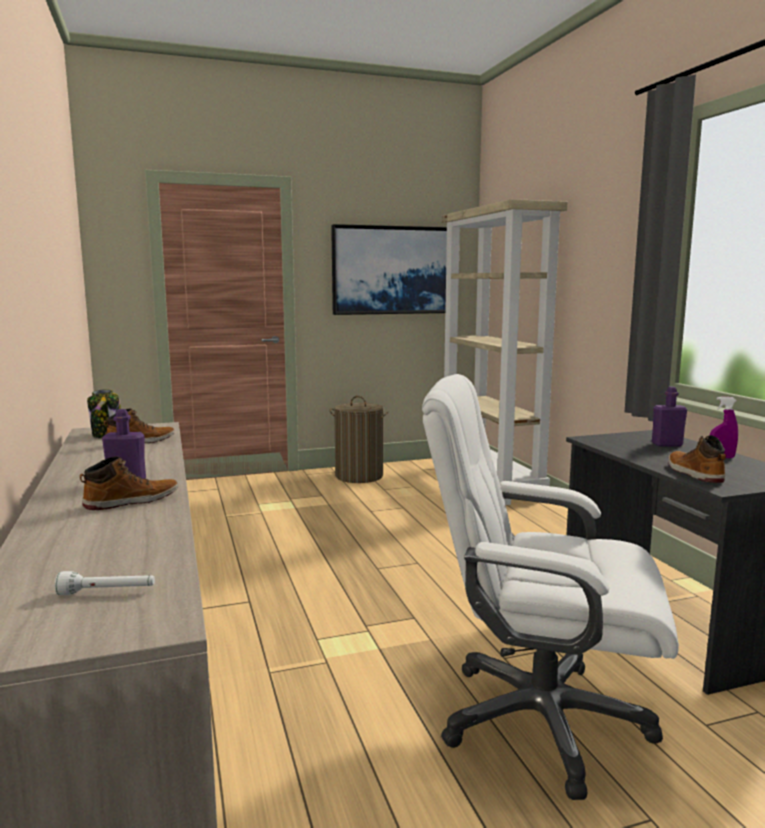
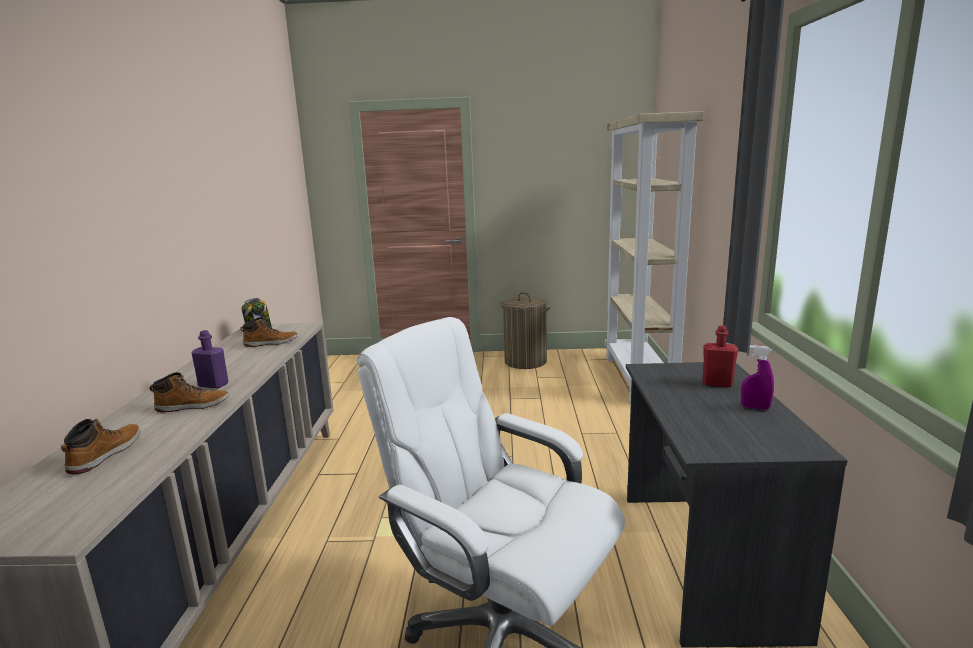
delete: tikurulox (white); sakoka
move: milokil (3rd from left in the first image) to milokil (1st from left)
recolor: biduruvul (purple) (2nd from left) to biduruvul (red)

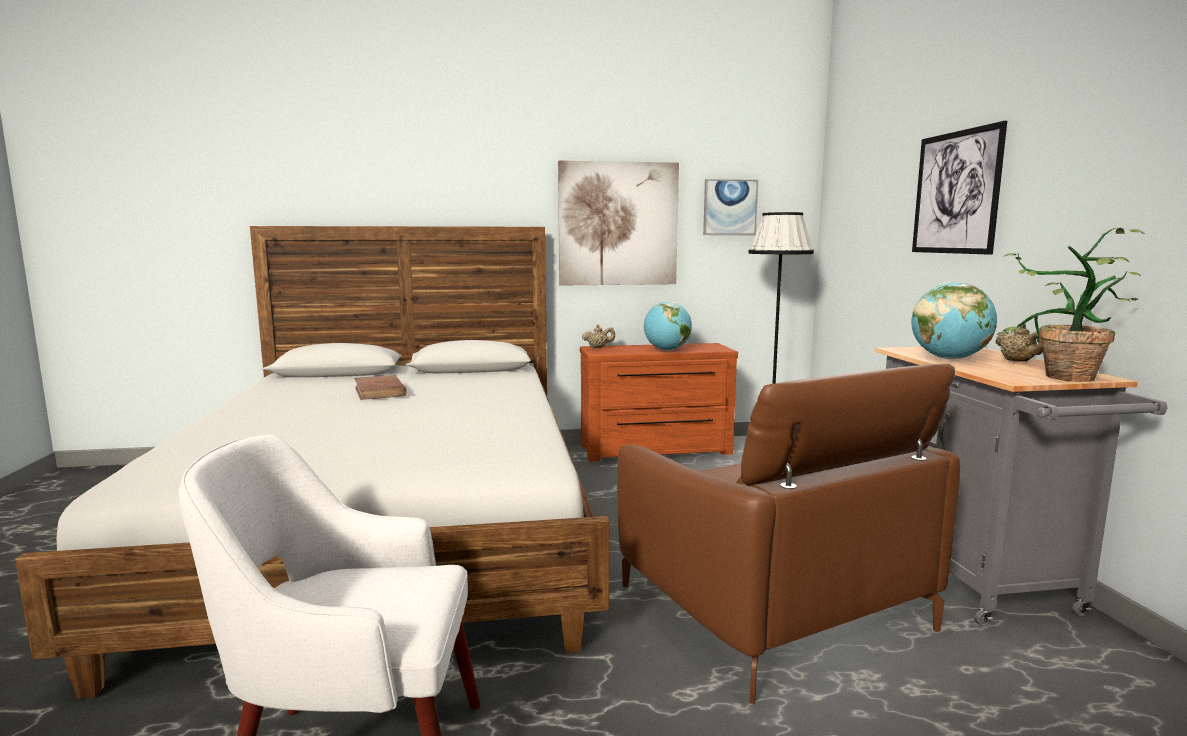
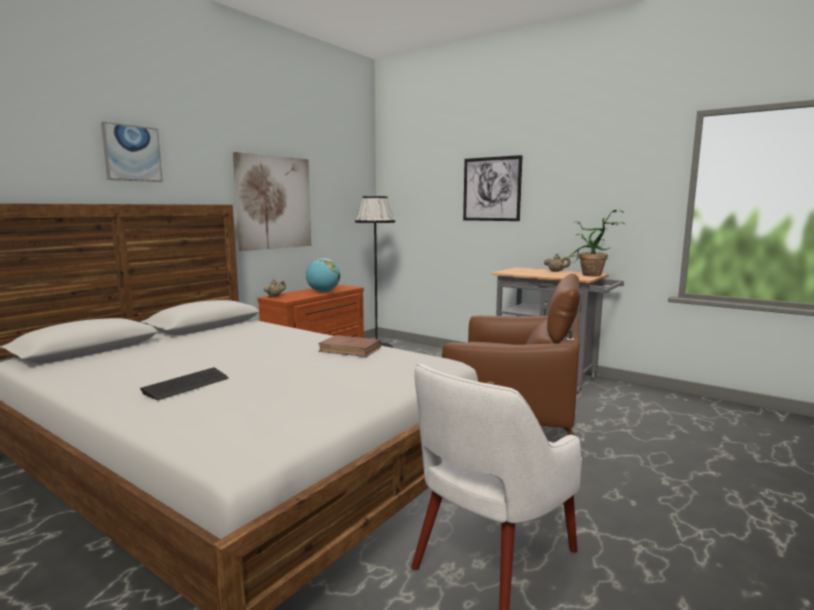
delete: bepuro (2nd from left)
insert: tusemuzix
move: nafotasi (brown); sakoka (2nd from left in the first image) to sakoka (1st from left)

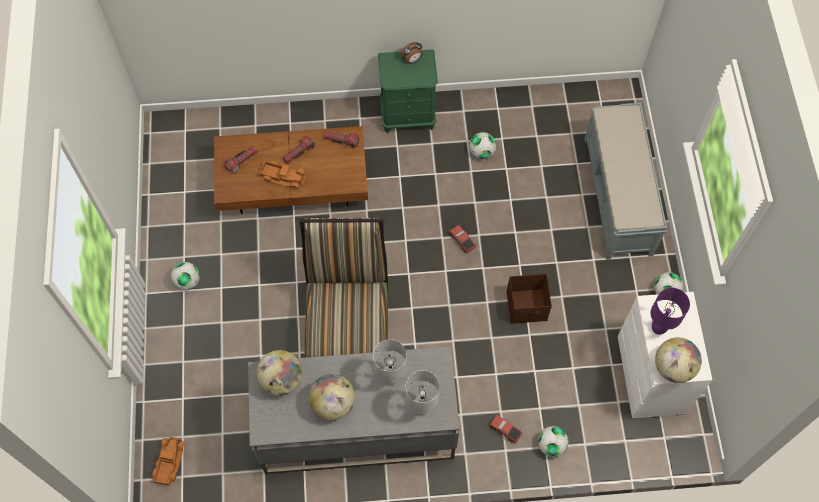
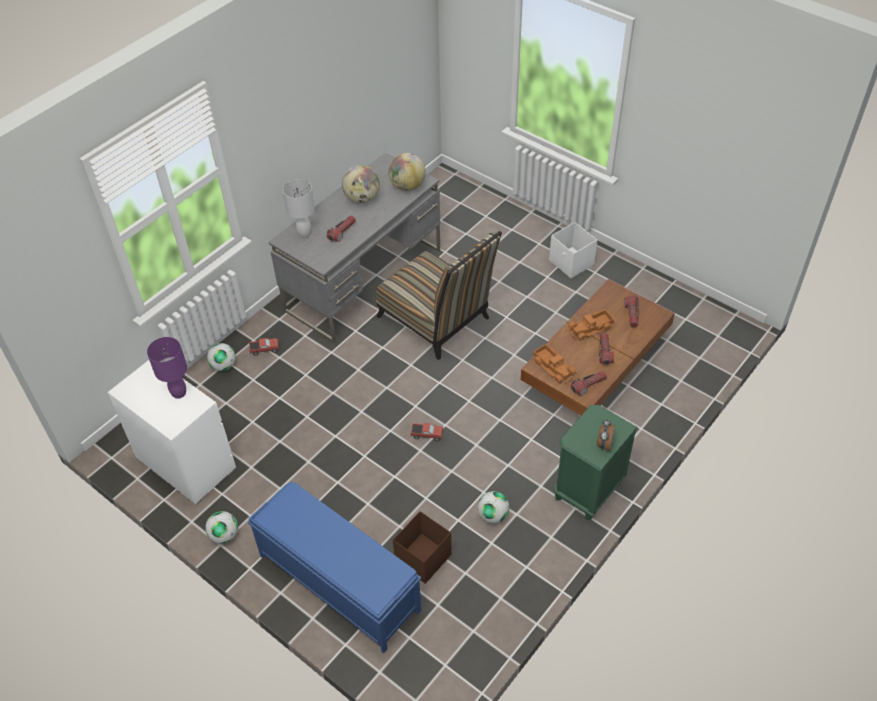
delete: bepuro (3rd from left)
move: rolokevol (1st from left in the first image) to rolokevol (3rd from left); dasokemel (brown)
replace: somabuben (1st from left) to dasokemel (white); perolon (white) (1st from left) to tikurulox (1st from left)
recolor: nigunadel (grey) to nigunadel (blue)

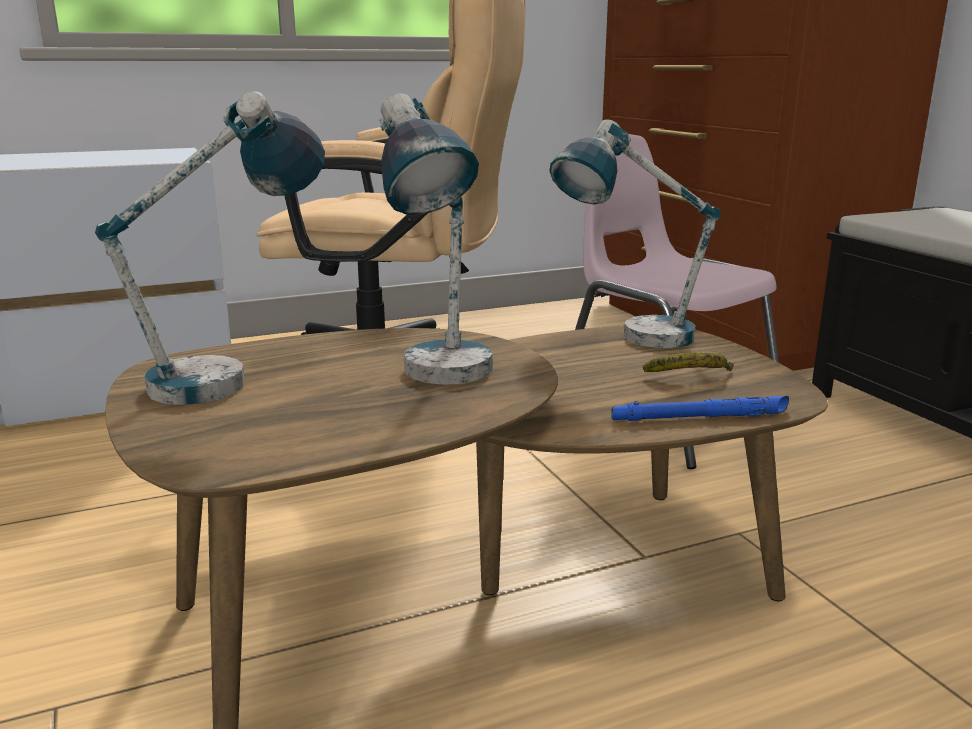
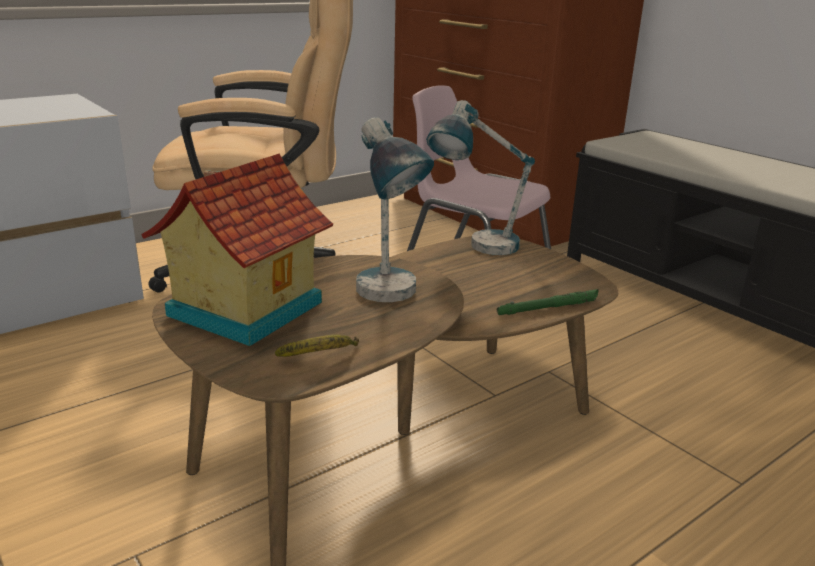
move: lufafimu
replace: perolon (1st from left) to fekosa
recolor: tikurulox (blue) to tikurulox (green)

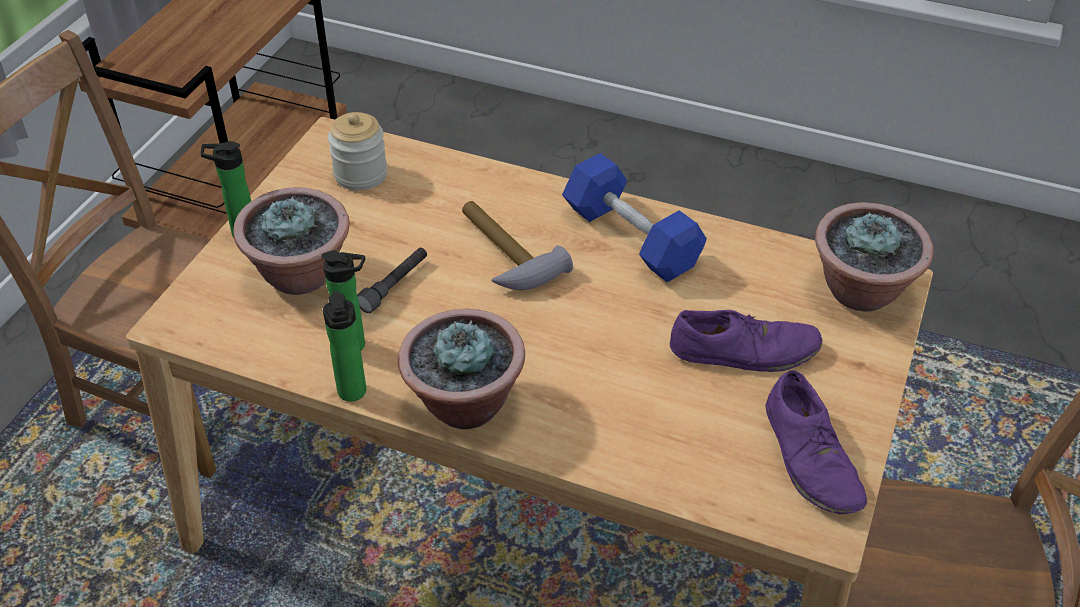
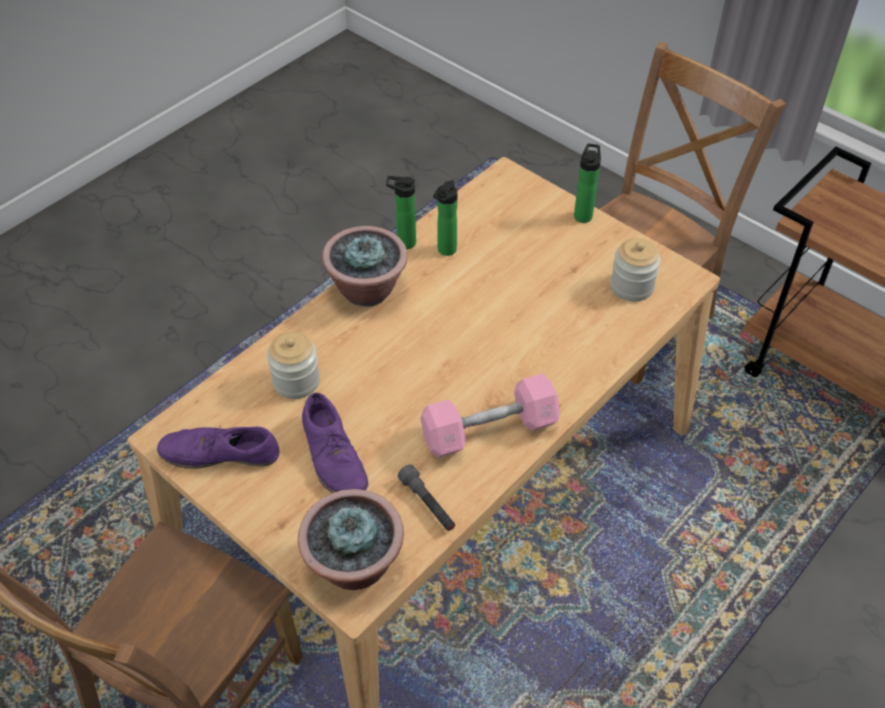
delete: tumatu (1st from left); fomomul
insert: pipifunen (1st from left)
move: tikurulox (grey)
recolor: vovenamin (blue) to vovenamin (pink)
rotate: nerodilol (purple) (1st from left in the first image) 45 degrees counterclockwise

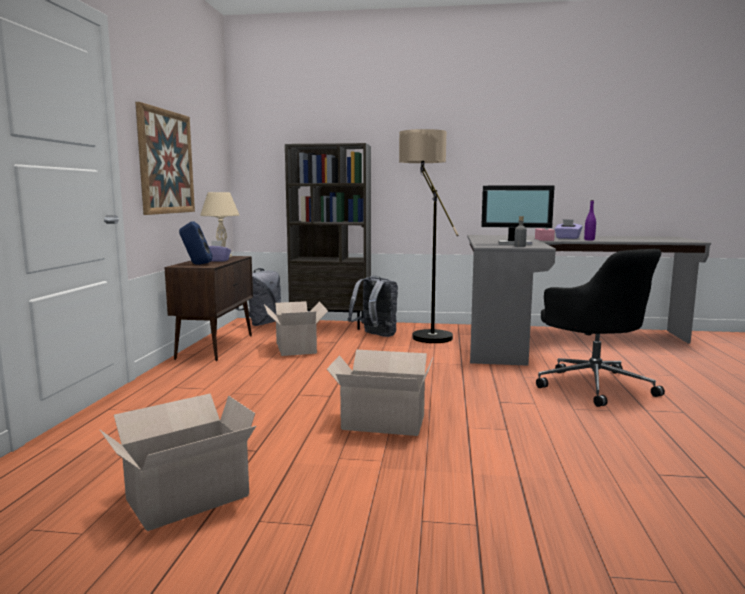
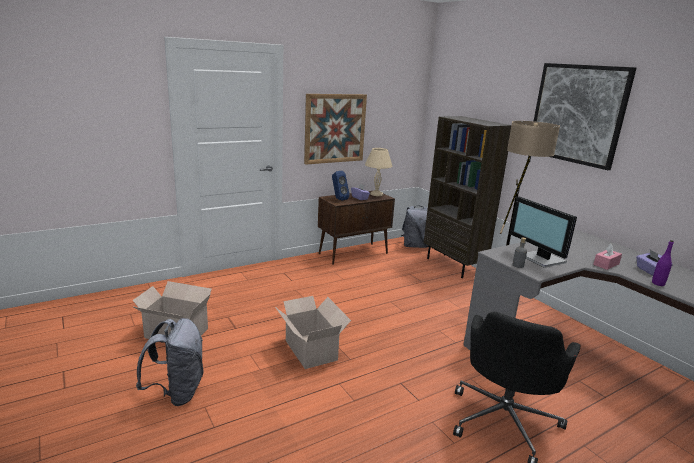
delete: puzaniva (2nd from left)
insert: sakoka (2nd from left)
move: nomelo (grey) (2nd from left in the first image) to nomelo (grey) (1st from left)

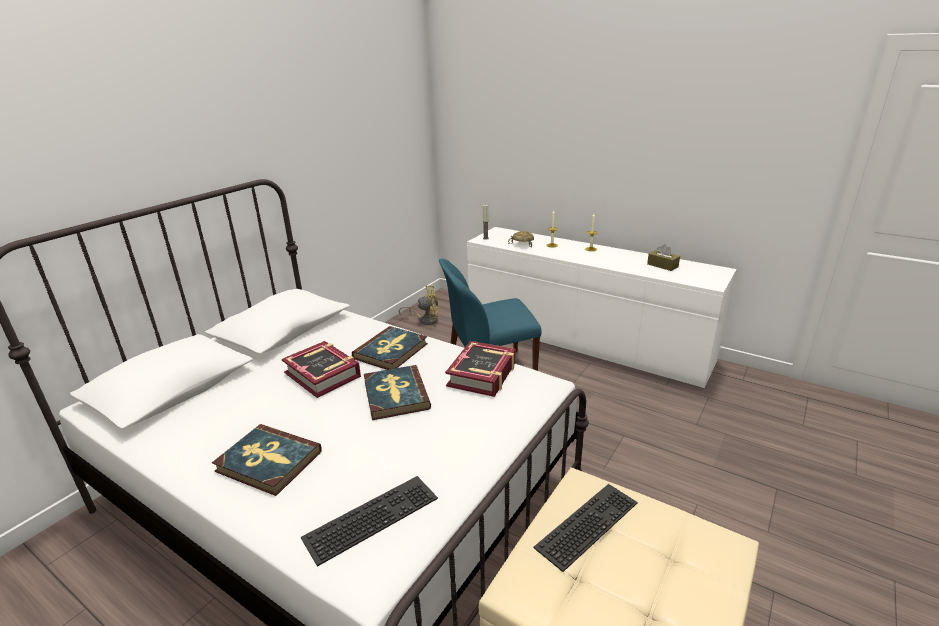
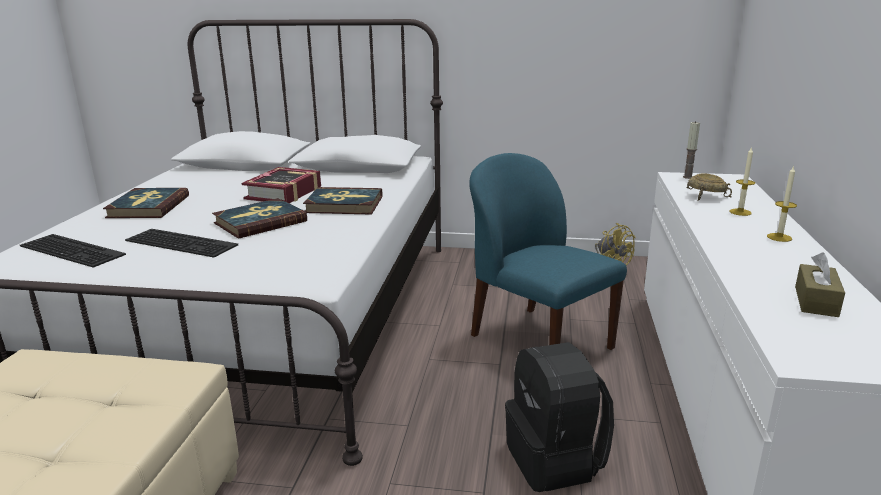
delete: nafotasi (5th from left)
insert: nomelo (black)
move: tusemuzix (2nd from left)

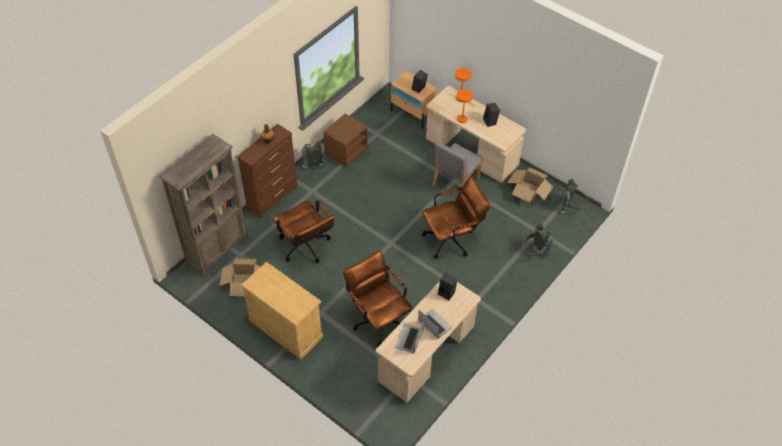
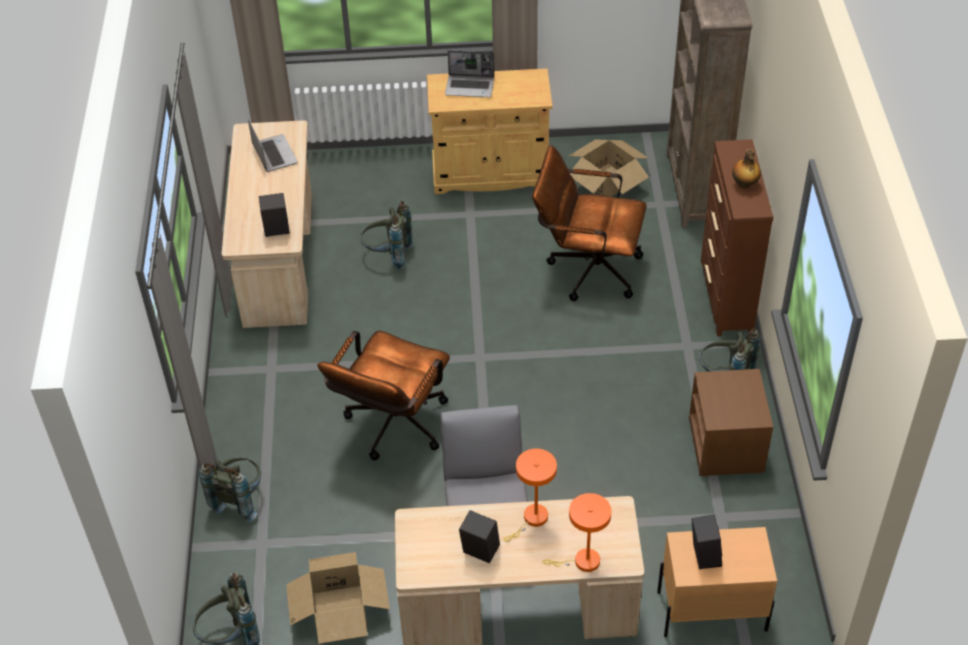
move: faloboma (2nd from left)
replace: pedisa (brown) (2nd from left) to nomelo (grey) (3rd from left)

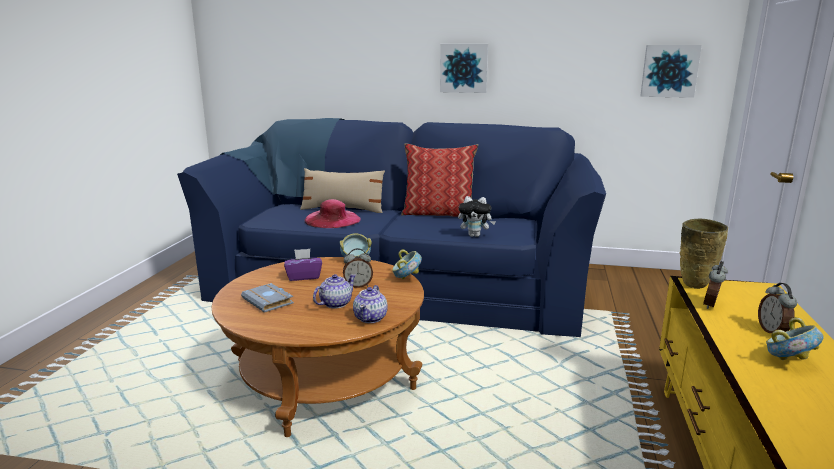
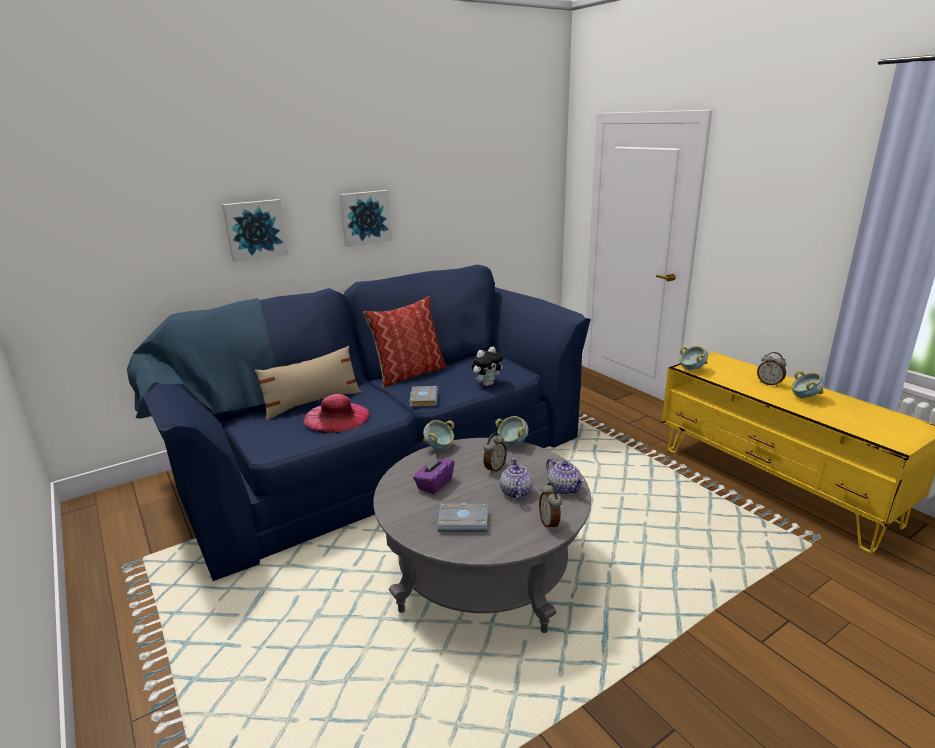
insert: nafotasi (grey) (1st from left)
move: sakoka (2nd from left in the first image) to sakoka (1st from left); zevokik (2nd from left)
replace: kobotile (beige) to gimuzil (3rd from left)
recolor: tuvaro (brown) to tuvaro (grey)

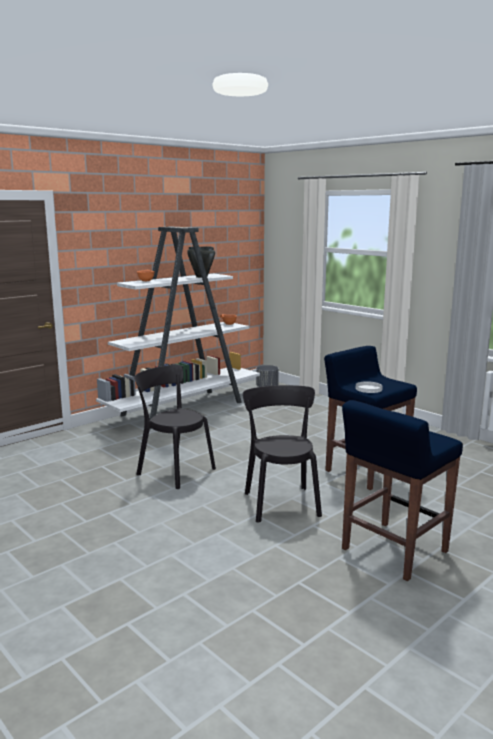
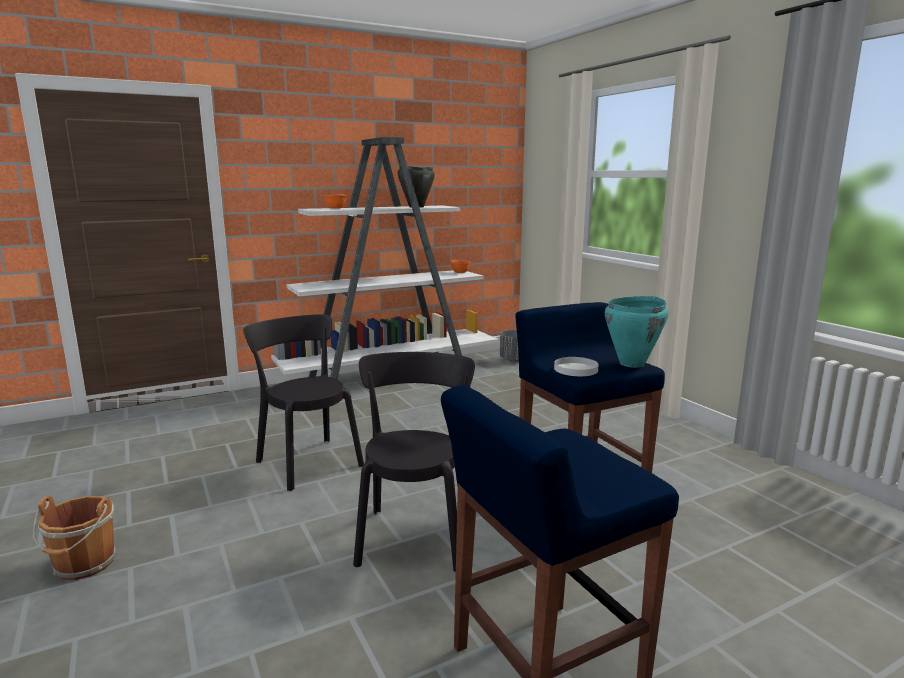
insert: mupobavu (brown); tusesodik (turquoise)

